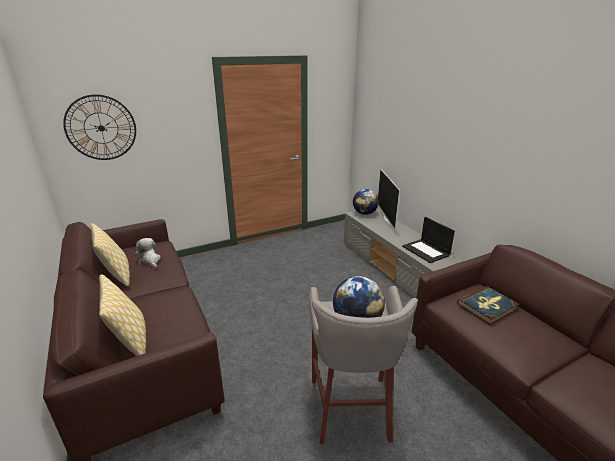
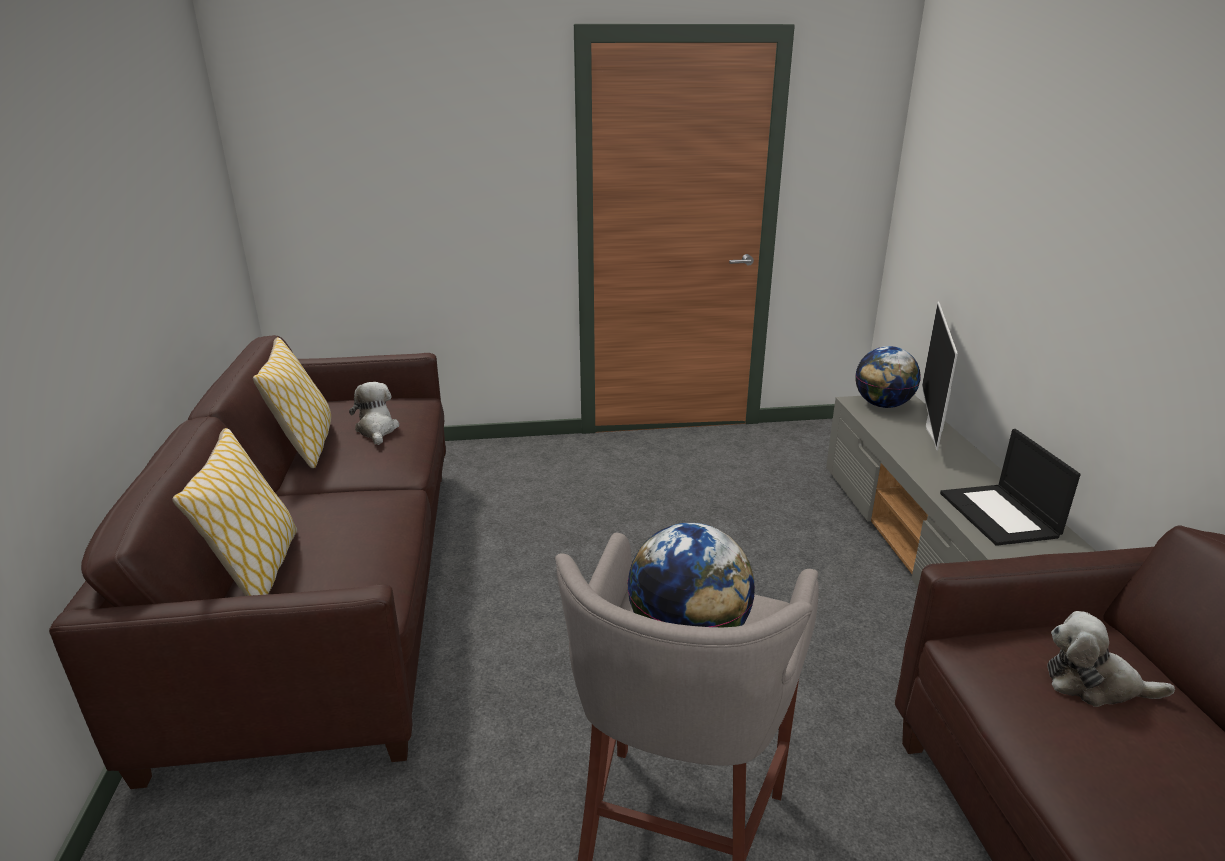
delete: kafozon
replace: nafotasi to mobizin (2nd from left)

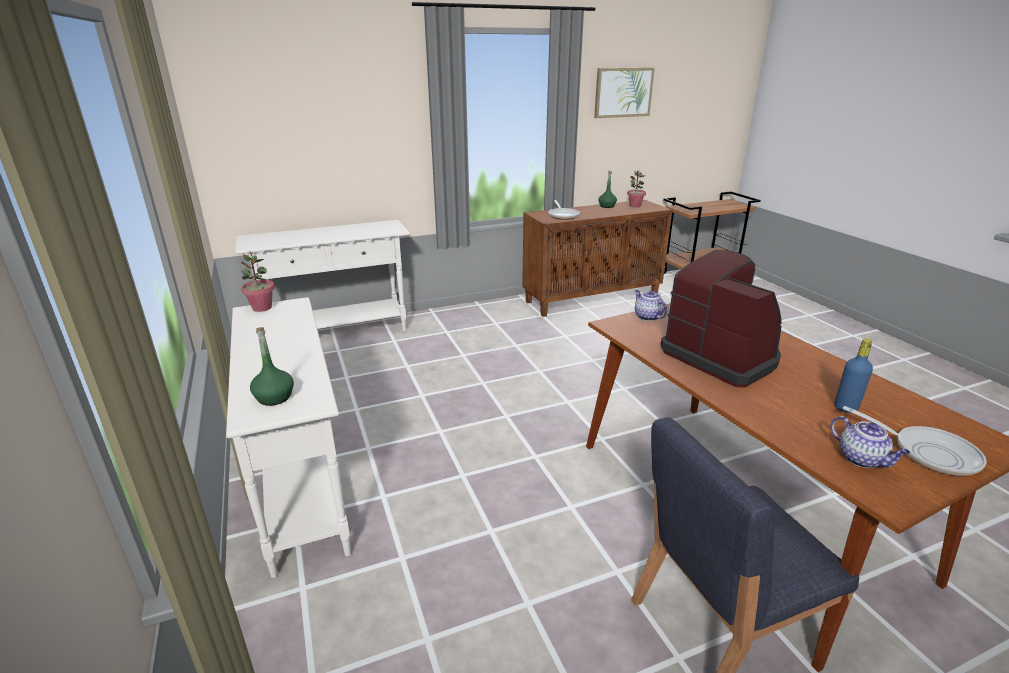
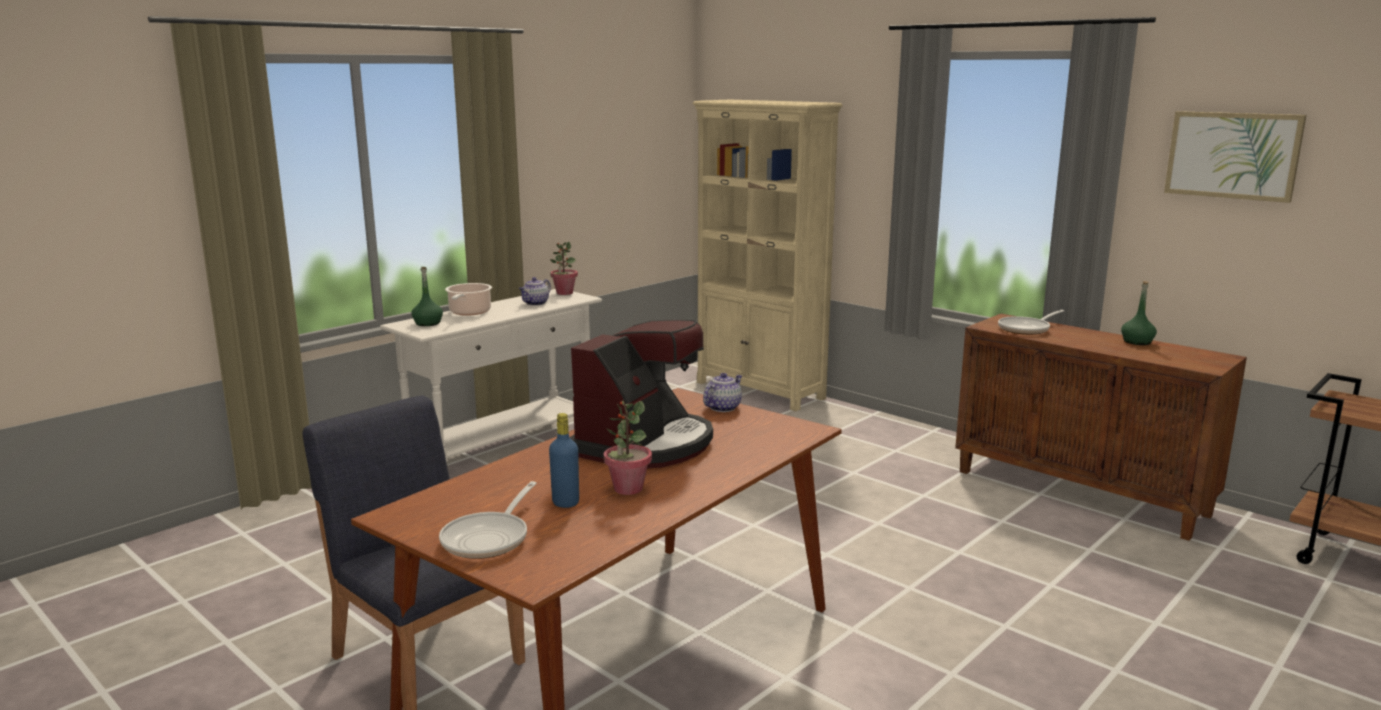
insert: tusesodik
move: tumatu (2nd from left); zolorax (2nd from left in the first image) to zolorax (1st from left)
replace: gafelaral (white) (2nd from left) to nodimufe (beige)

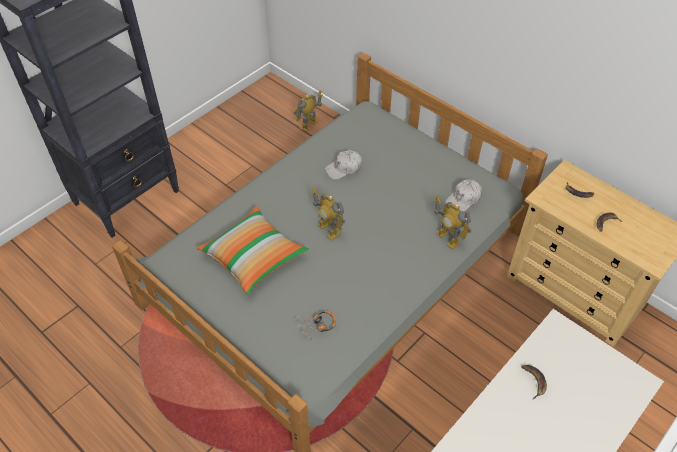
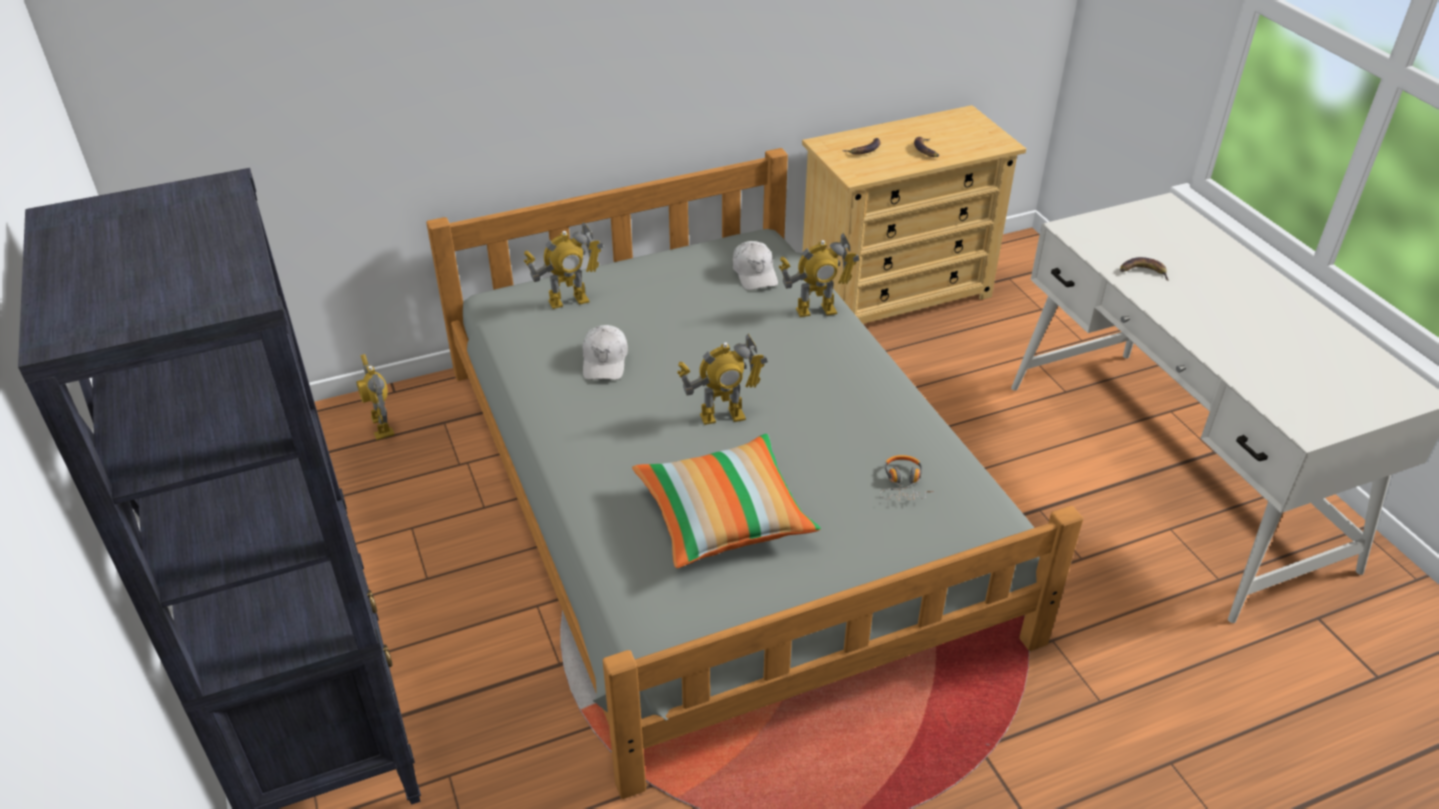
insert: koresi (2nd from left)

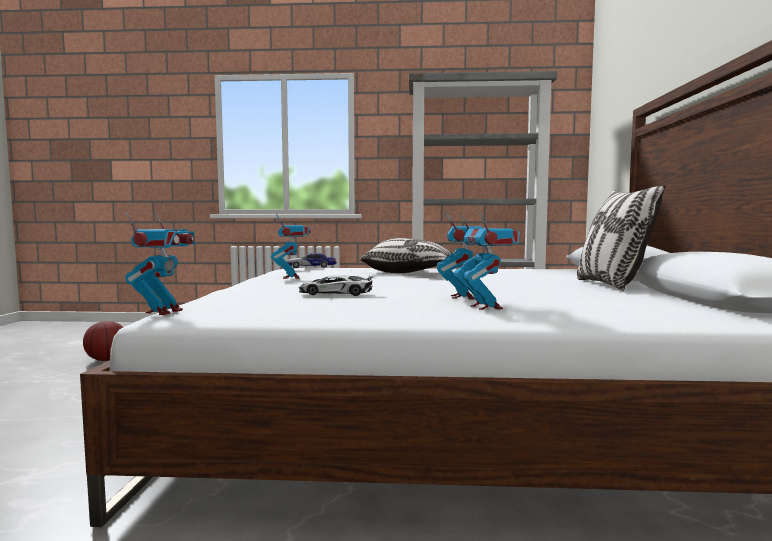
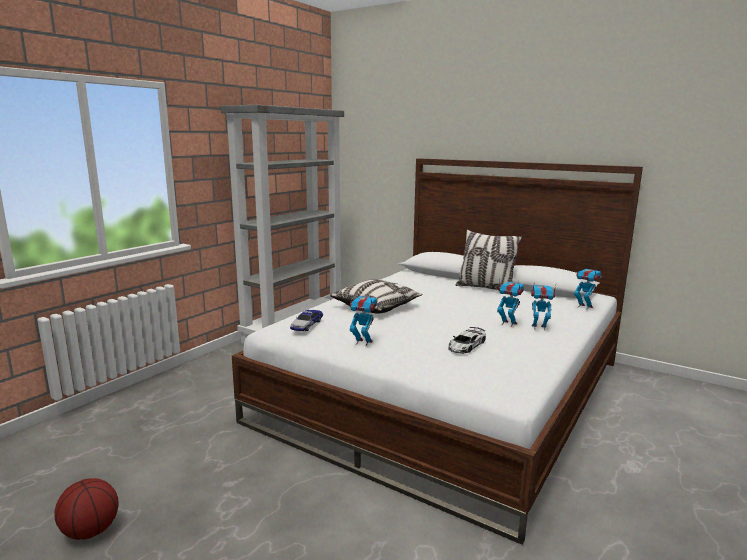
move: koresi (1st from left in the first image) to koresi (4th from left)

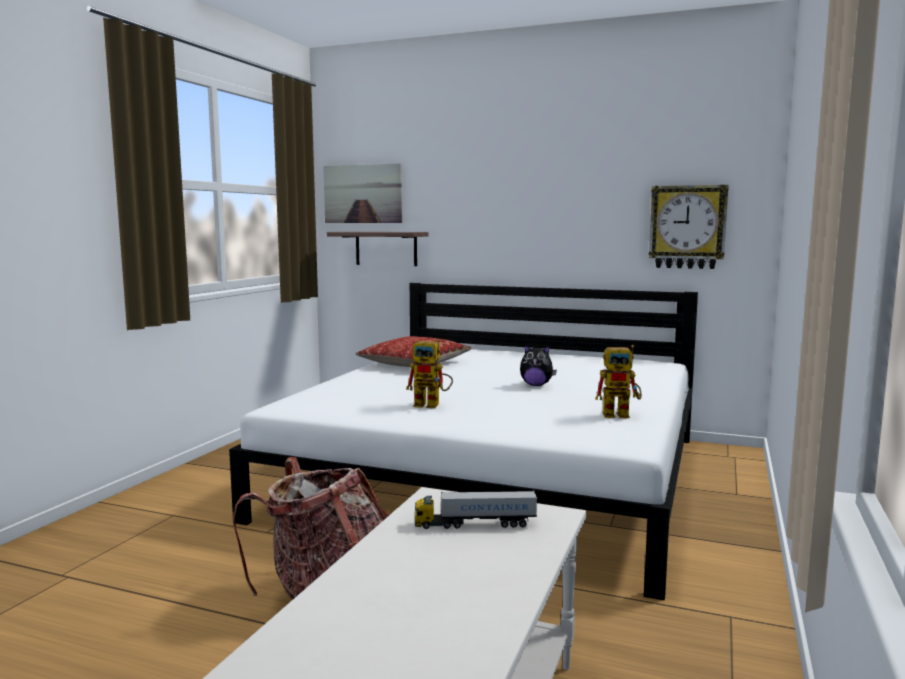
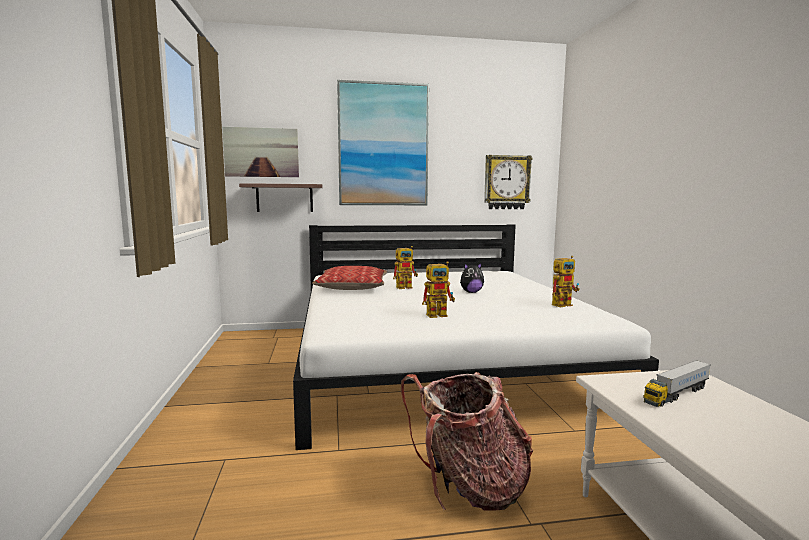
insert: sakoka (2nd from left); koresi (1st from left)

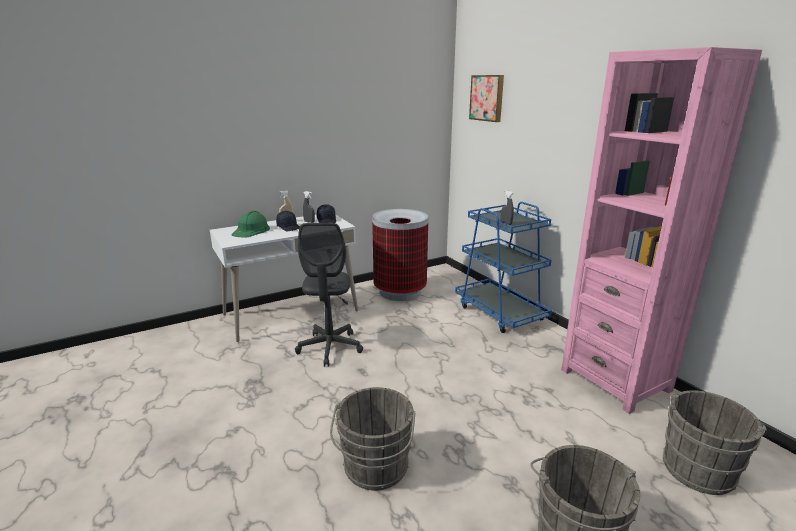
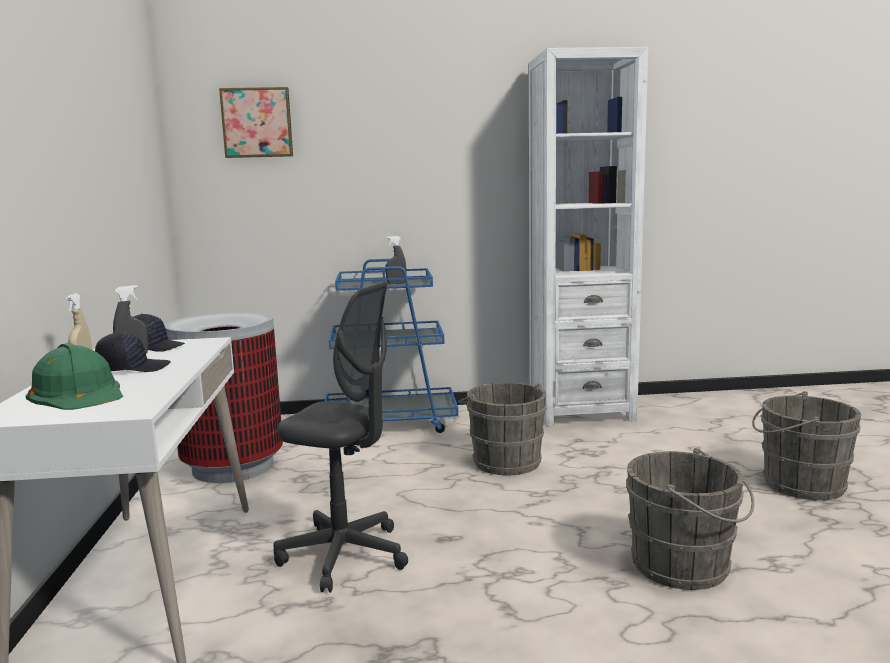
move: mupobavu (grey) (3rd from left in the first image) to mupobavu (grey) (1st from left)
recolor: nodimufe (pink) to nodimufe (white)

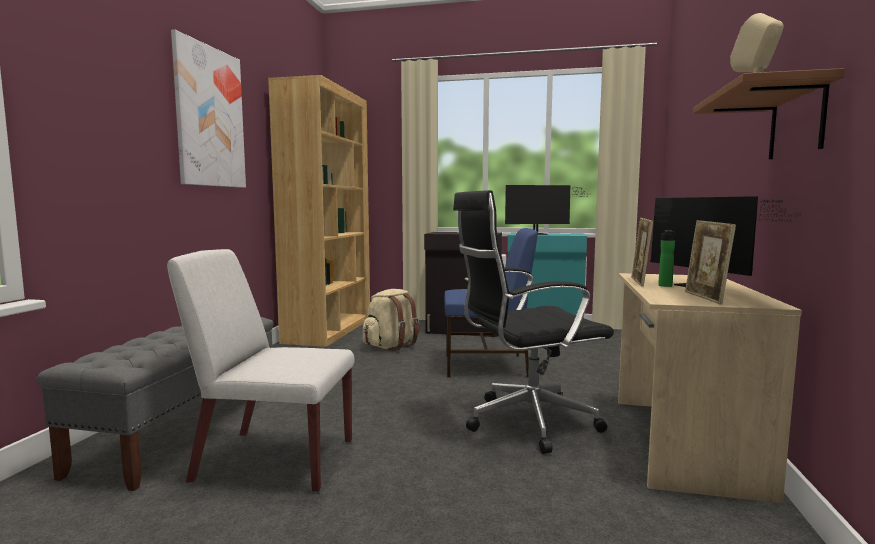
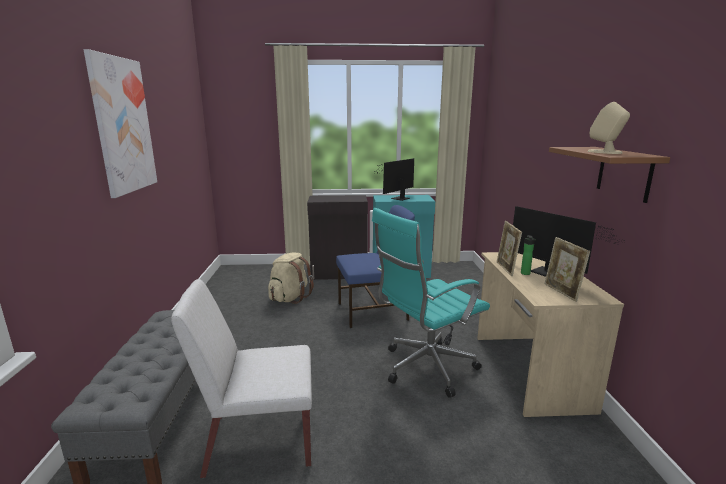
delete: nodimufe (brown)
recolor: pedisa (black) to pedisa (turquoise)
rotate: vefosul (1st from left) 150 degrees clockwise

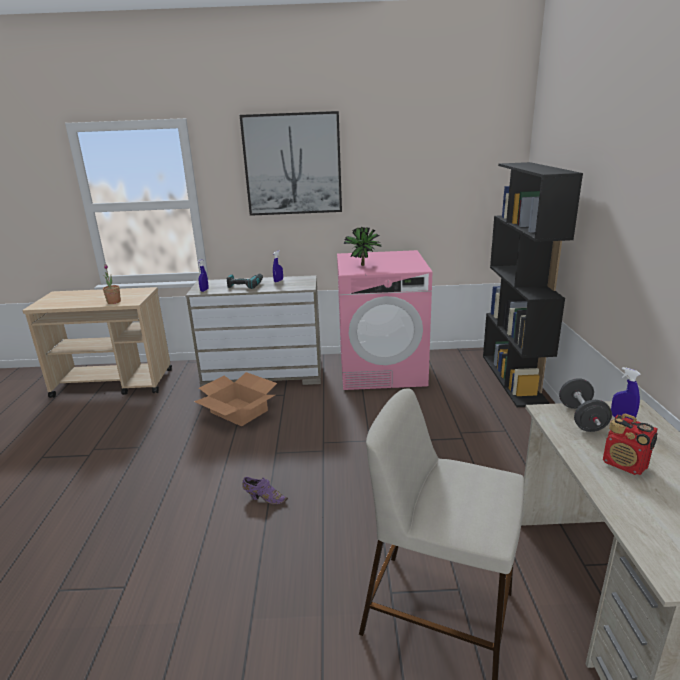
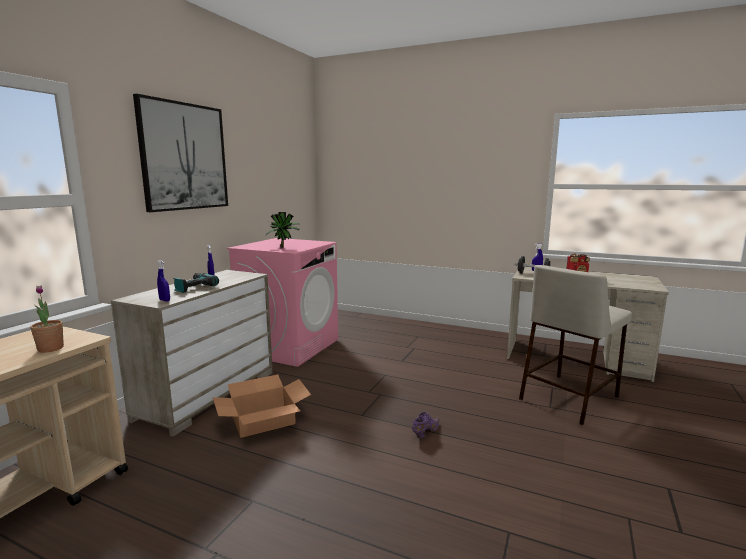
delete: nodimufe (black)

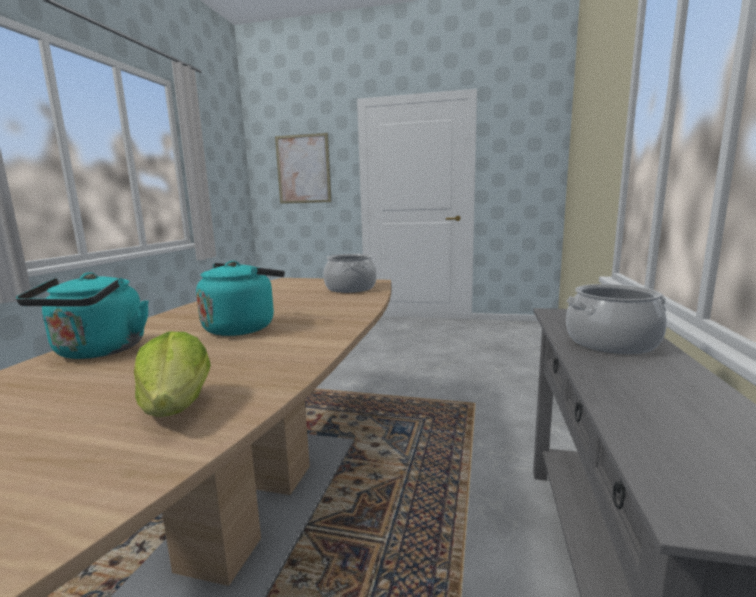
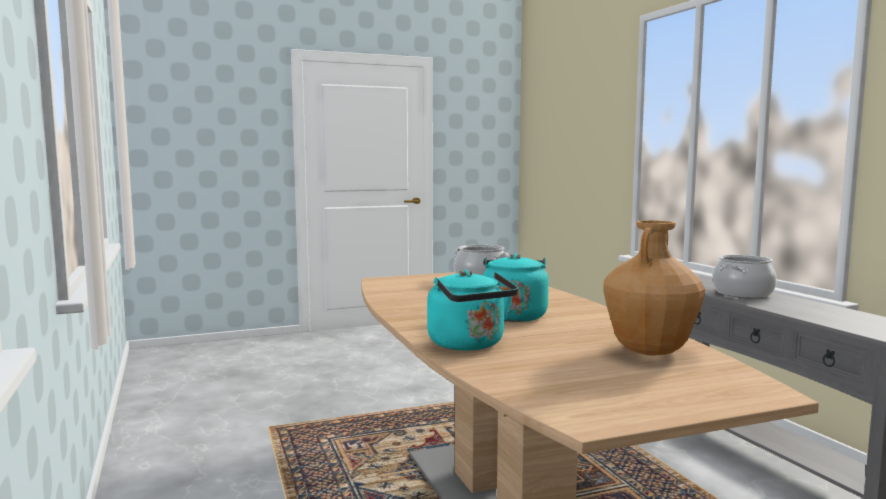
delete: sakoka
replace: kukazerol to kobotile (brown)

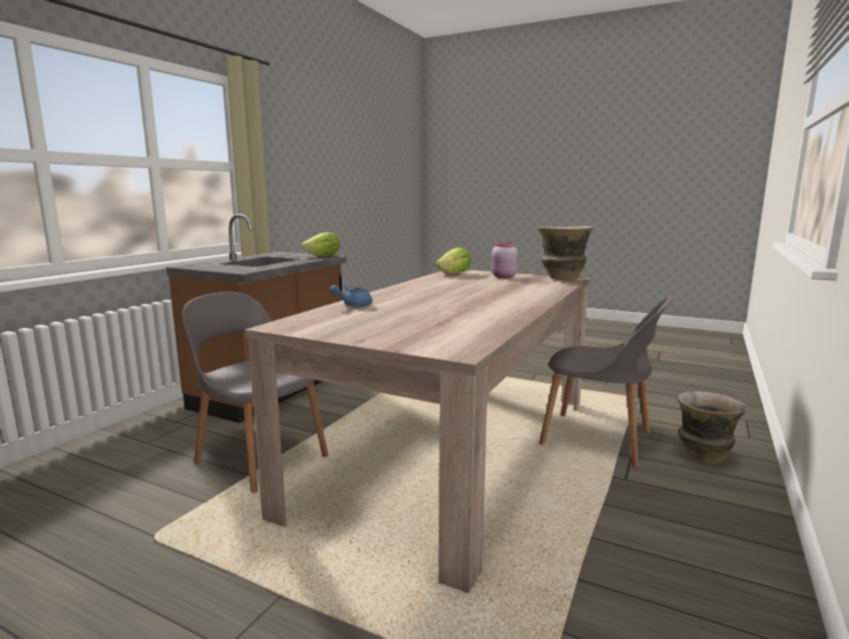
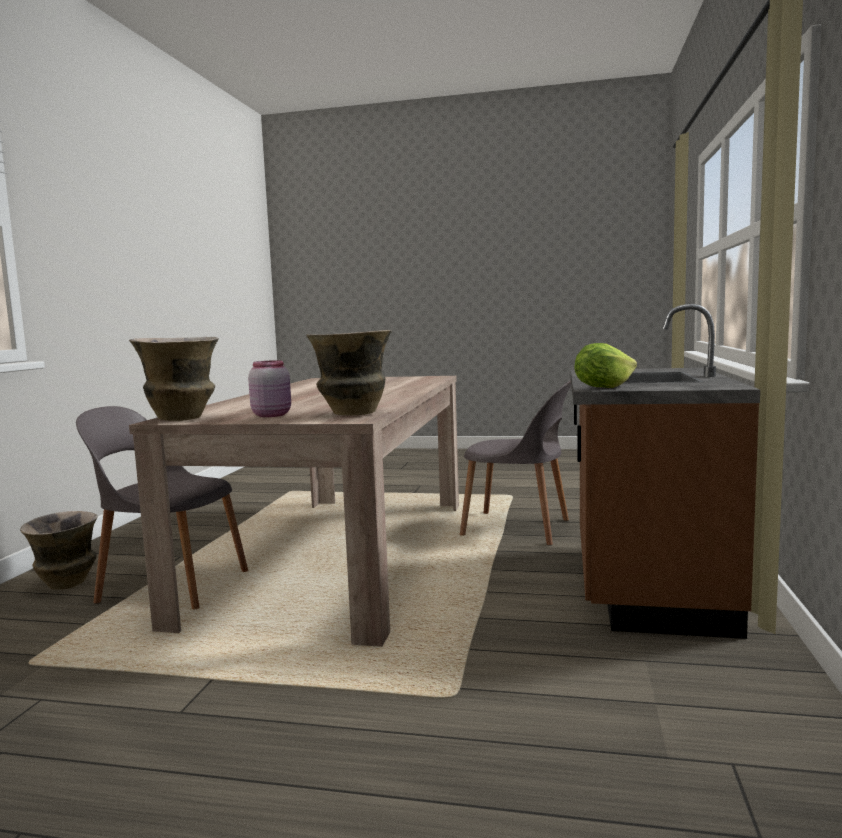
delete: zolorax (blue)
replace: kukazerol (2nd from left) to kobotile (3rd from left)

